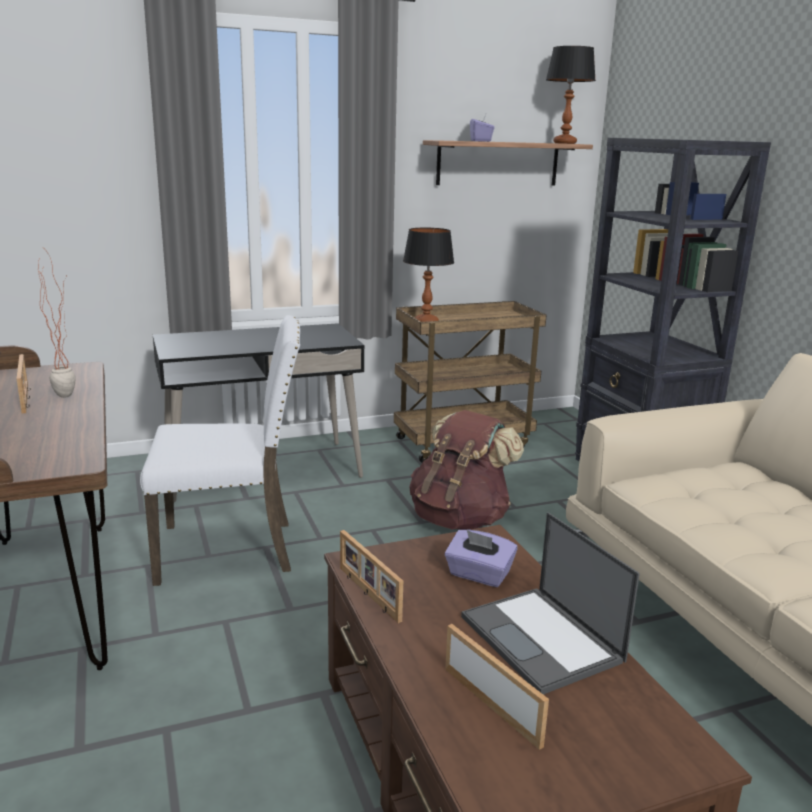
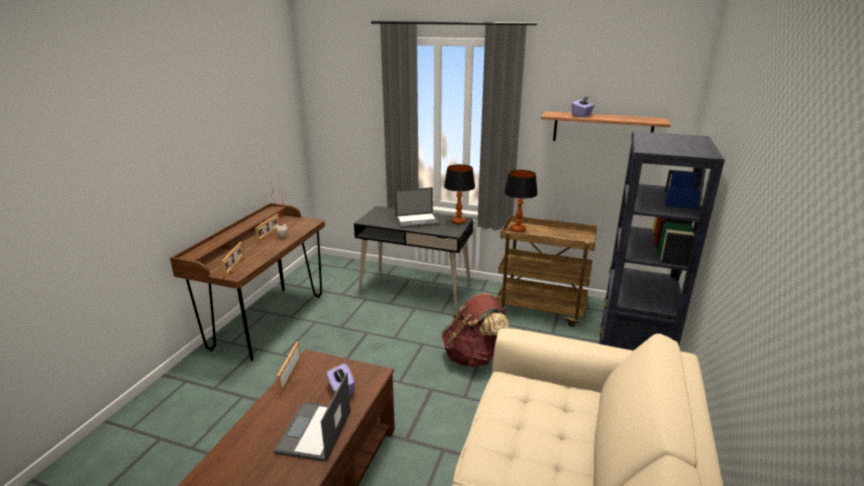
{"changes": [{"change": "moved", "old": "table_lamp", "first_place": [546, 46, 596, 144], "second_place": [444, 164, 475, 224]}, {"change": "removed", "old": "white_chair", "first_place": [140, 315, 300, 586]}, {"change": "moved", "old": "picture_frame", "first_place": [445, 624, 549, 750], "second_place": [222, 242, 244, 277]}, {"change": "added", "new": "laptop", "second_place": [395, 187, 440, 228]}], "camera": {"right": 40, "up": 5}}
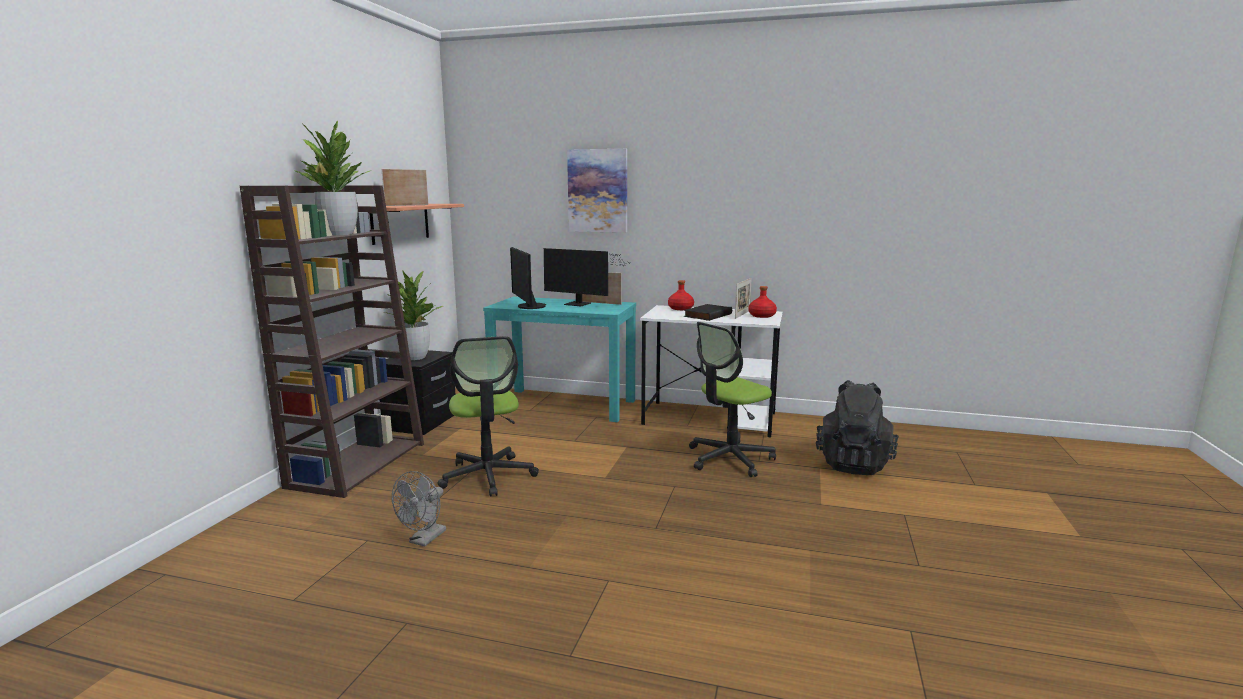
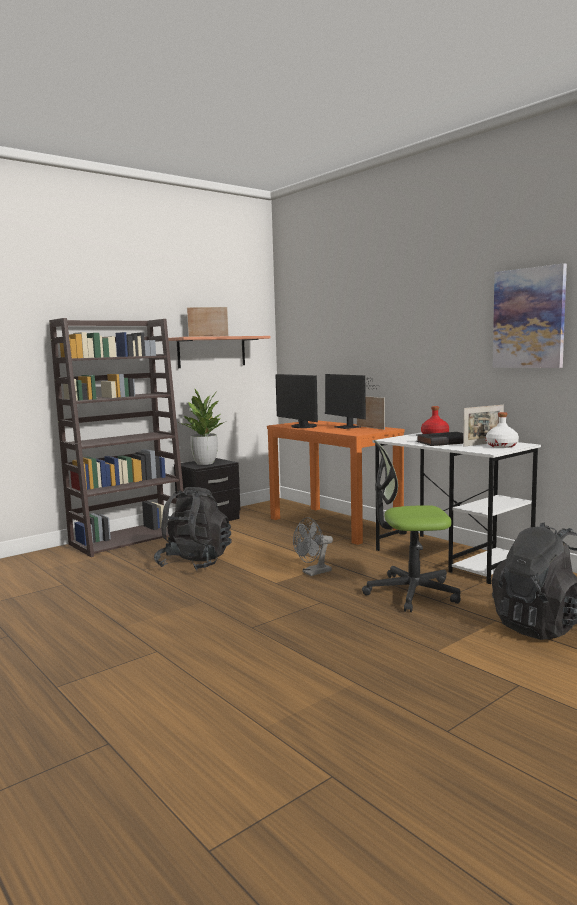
{"changes": [{"change": "removed", "old": "potted_plant", "first_place": [294, 121, 370, 235]}, {"change": "moved", "old": "picture", "first_place": [567, 149, 627, 233], "second_place": [493, 263, 567, 368]}, {"change": "turned", "old": "monitor", "first_place": [510, 247, 546, 309], "second_place": [275, 374, 318, 428], "degrees": -45}, {"change": "recoloured", "old": "red_bottle", "new": "white_bottle", "first_place": [748, 286, 777, 318], "second_place": [486, 412, 519, 448]}, {"change": "recoloured", "old": "turquoise_console_table", "new": "orange_console_table", "first_place": [483, 297, 636, 422], "second_place": [267, 420, 405, 545]}, {"change": "replaced", "old": "office_chair", "new": "black_backpack", "first_place": [437, 336, 539, 497], "second_place": [154, 487, 232, 571]}, {"change": "moved", "old": "grey_fan", "first_place": [392, 471, 446, 547], "second_place": [293, 517, 333, 576]}], "camera": {"right": 35, "up": -5}}
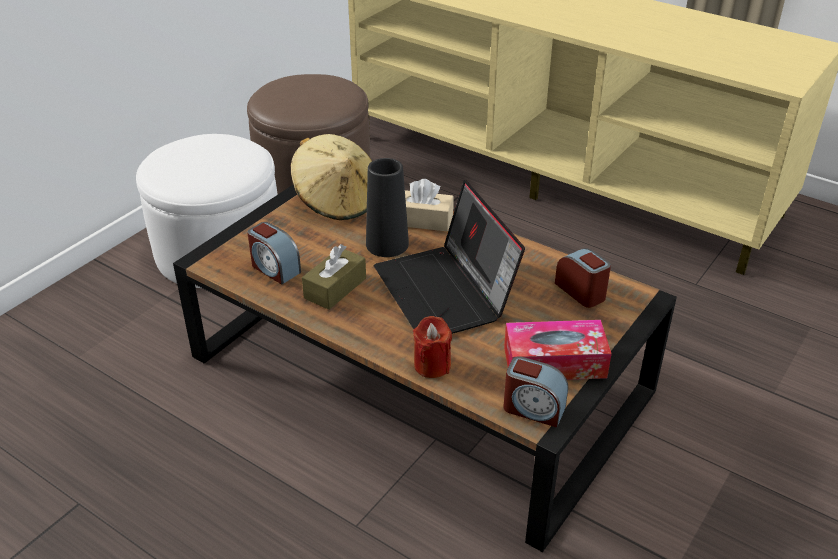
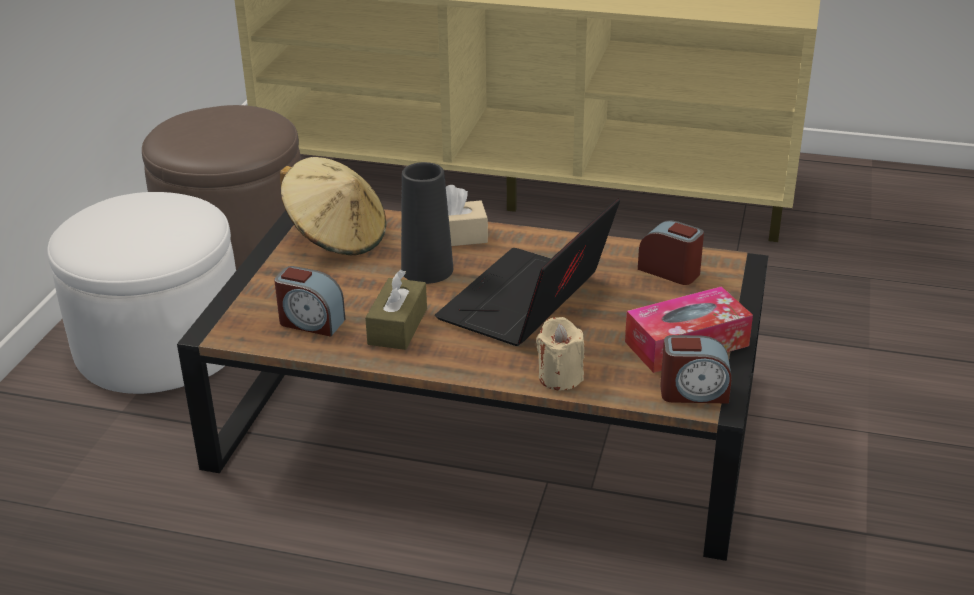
{"changes": [{"change": "turned", "old": "laptop", "first_place": [374, 180, 525, 334], "second_place": [435, 198, 620, 346], "degrees": 75}, {"change": "recoloured", "old": "red_candle", "new": "beige_candle", "first_place": [413, 316, 452, 378], "second_place": [536, 317, 584, 391]}], "camera": {"right": -20, "up": -5}}
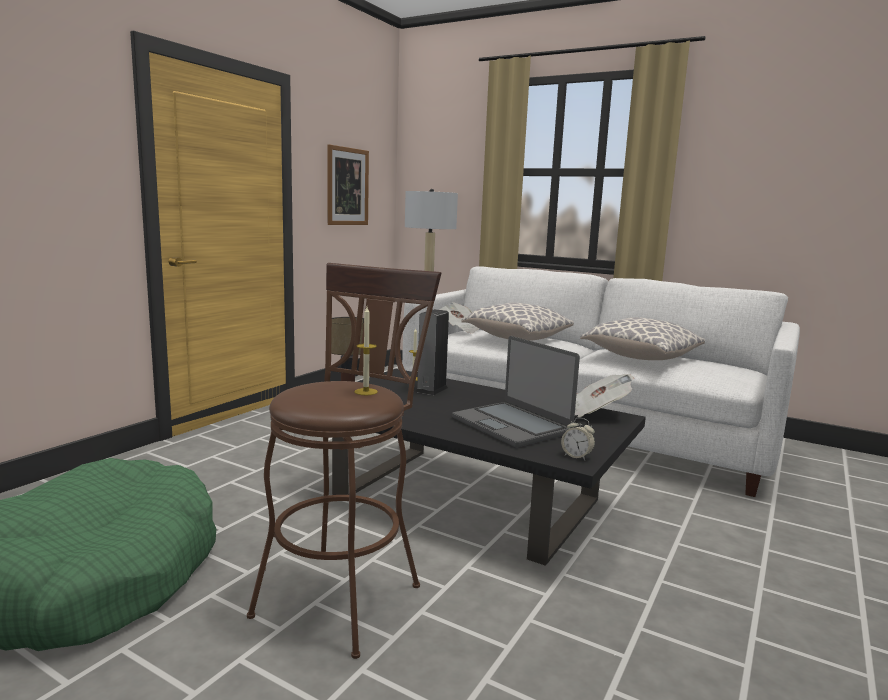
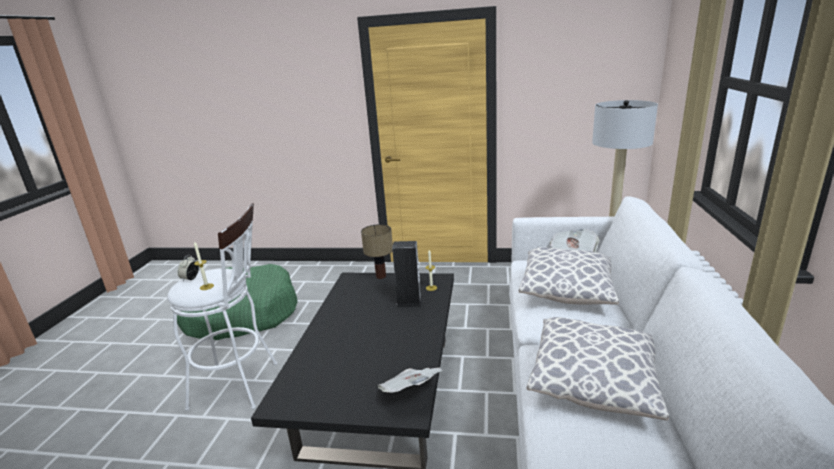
{"changes": [{"change": "removed", "old": "picture", "first_place": [327, 145, 369, 225]}, {"change": "recoloured", "old": "brown_stool", "new": "white_stool", "first_place": [247, 263, 441, 659], "second_place": [167, 203, 278, 411]}, {"change": "removed", "old": "laptop", "first_place": [452, 336, 580, 447]}, {"change": "moved", "old": "alarm_clock", "first_place": [561, 418, 595, 460], "second_place": [177, 255, 199, 281]}], "camera": {"right": 70, "up": 10}}
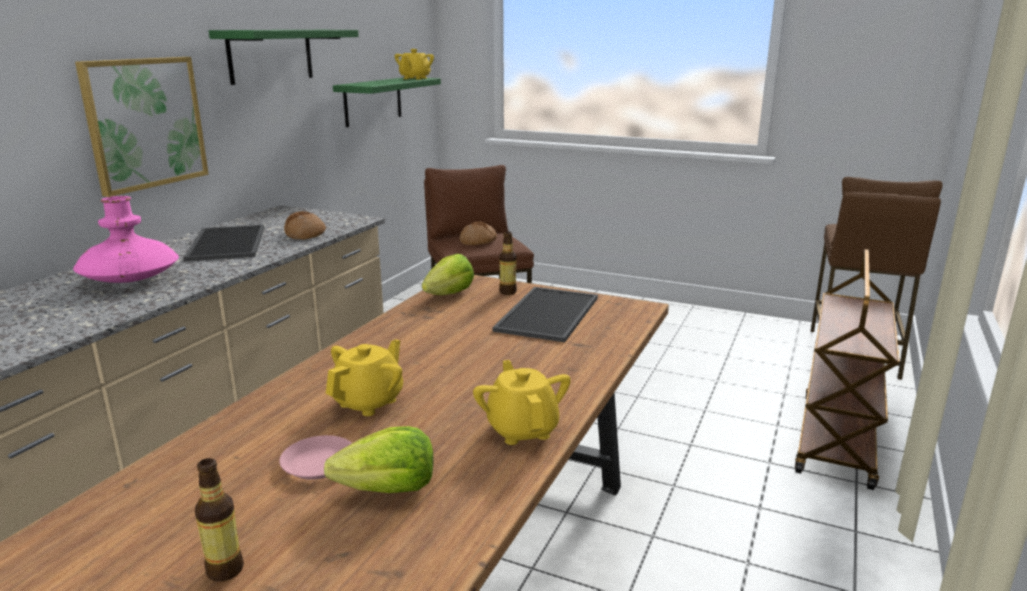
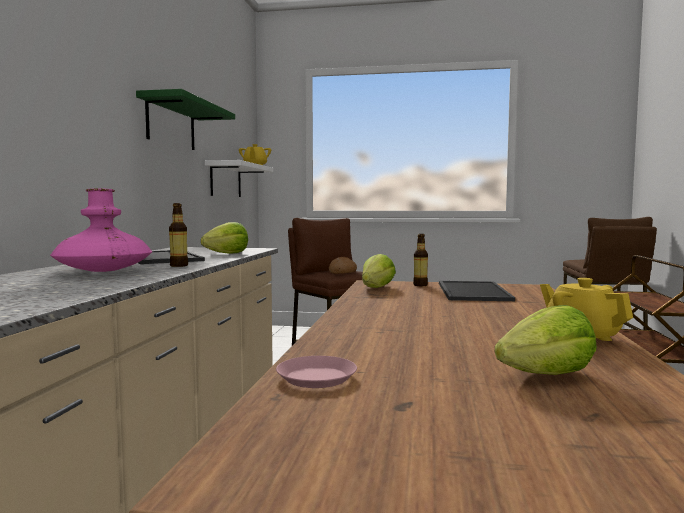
{"changes": [{"change": "removed", "old": "picture", "first_place": [75, 57, 209, 197]}, {"change": "recoloured", "old": "green_shelf", "new": "white_shelf", "first_place": [333, 78, 441, 127], "second_place": [205, 160, 273, 197]}, {"change": "replaced", "old": "bread", "new": "lettuce", "first_place": [284, 211, 326, 240], "second_place": [201, 222, 248, 253]}, {"change": "removed", "old": "yellow_teapot", "first_place": [326, 339, 403, 416]}, {"change": "moved", "old": "pink_plate", "first_place": [279, 435, 352, 480], "second_place": [276, 356, 357, 388]}, {"change": "moved", "old": "bottle", "first_place": [195, 458, 244, 582], "second_place": [169, 203, 188, 267]}], "camera": {"right": -15, "up": -15}}
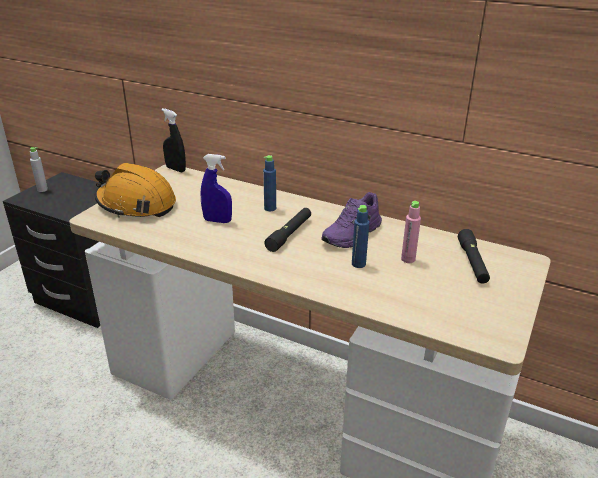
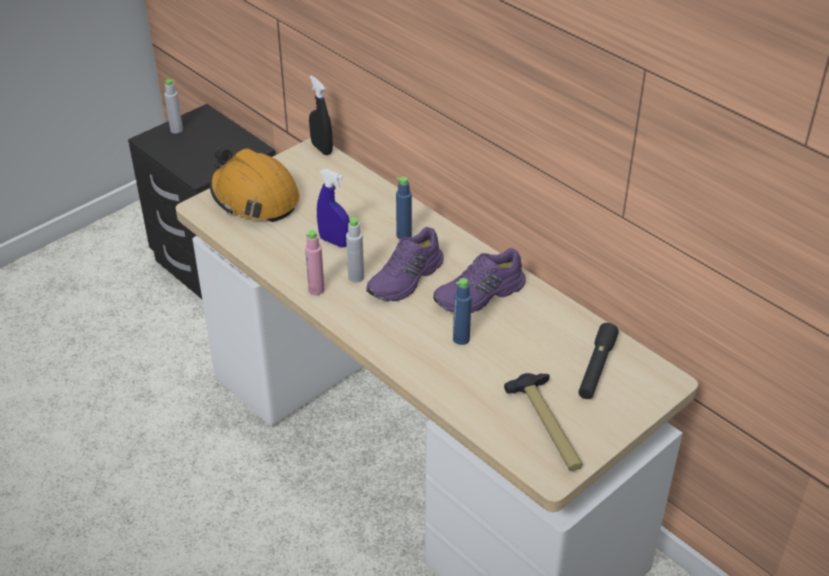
{"changes": [{"change": "moved", "old": "pink_bottle", "first_place": [401, 201, 421, 263], "second_place": [305, 230, 325, 295]}, {"change": "replaced", "old": "black_flashlight", "new": "purple_shoe", "first_place": [264, 208, 311, 252], "second_place": [366, 227, 444, 301]}, {"change": "added", "new": "grey_bottle", "second_place": [346, 216, 364, 283]}, {"change": "added", "new": "hammer", "second_place": [504, 373, 583, 471]}], "camera": {"right": 20, "up": 10}}
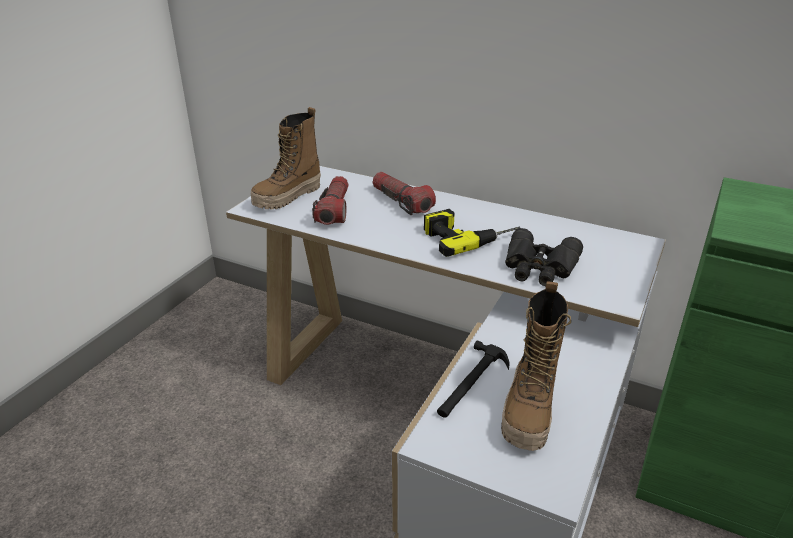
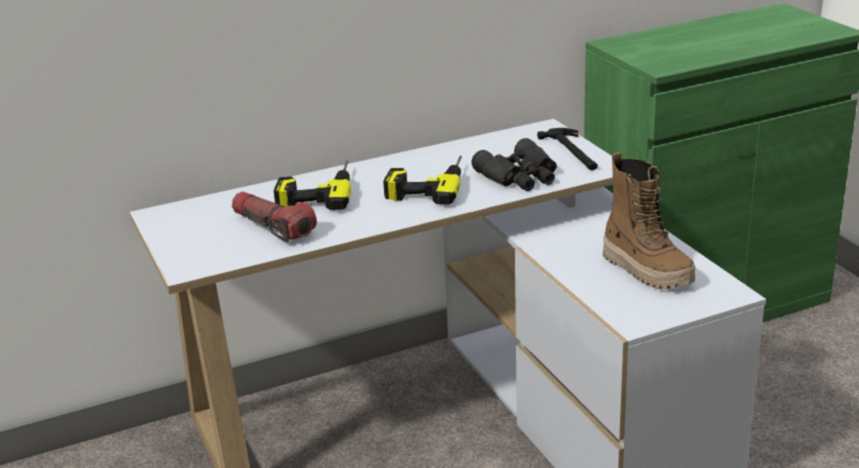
{"changes": [{"change": "removed", "old": "boot", "first_place": [251, 107, 321, 210]}, {"change": "replaced", "old": "flashlight", "new": "power_drill", "first_place": [372, 172, 436, 215], "second_place": [274, 161, 351, 210]}, {"change": "moved", "old": "hammer", "first_place": [437, 340, 510, 417], "second_place": [537, 128, 598, 170]}], "camera": {"right": -50, "up": -5}}
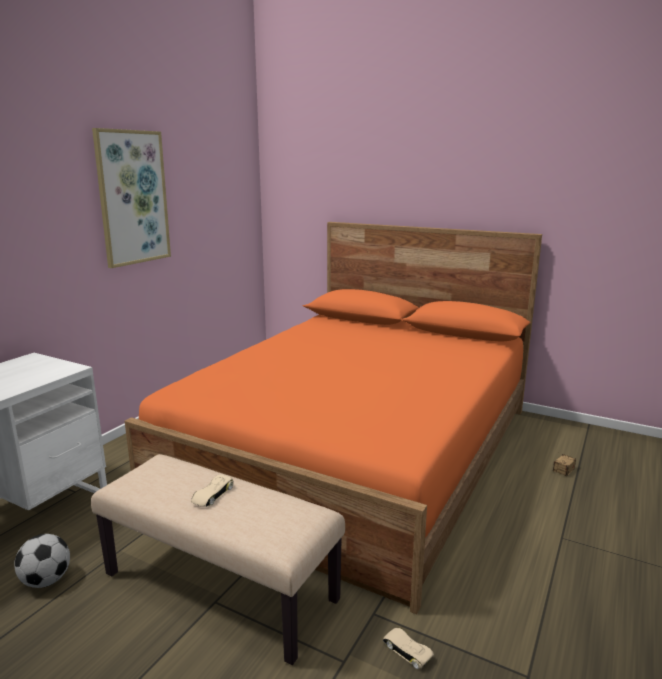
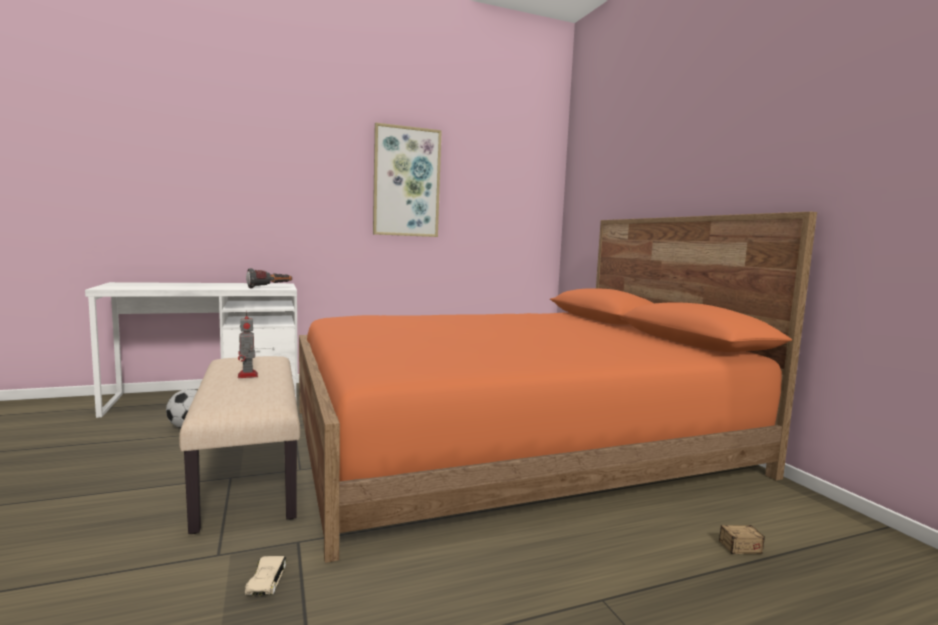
{"changes": [{"change": "replaced", "old": "beige_toy_car", "new": "toy_robot", "first_place": [191, 475, 234, 507], "second_place": [238, 311, 258, 378]}, {"change": "added", "new": "flashlight", "second_place": [246, 268, 292, 288]}], "camera": {"right": 40, "up": -10}}
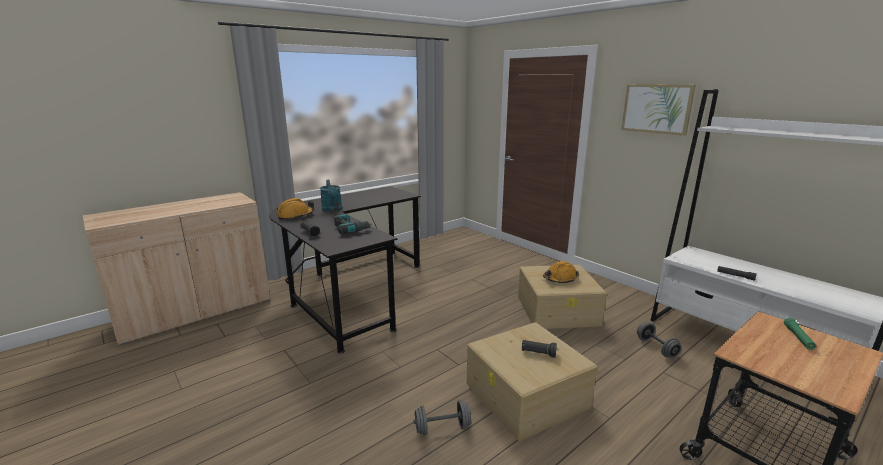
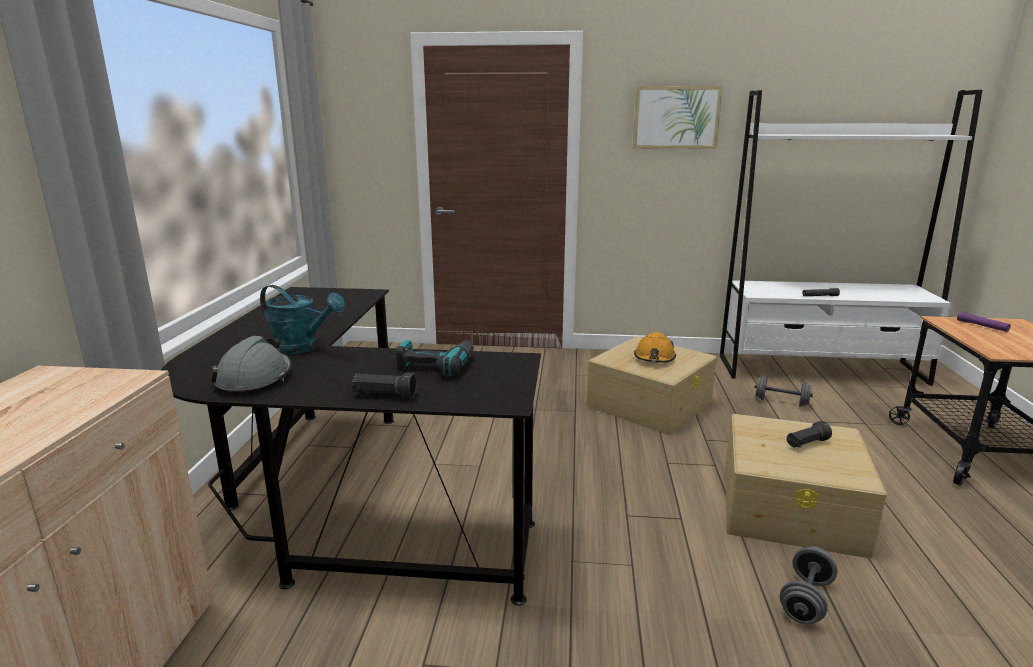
{"changes": [{"change": "recoloured", "old": "orange_hard_hat", "new": "grey_hard_hat", "first_place": [276, 198, 314, 220], "second_place": [211, 336, 292, 396]}, {"change": "recoloured", "old": "green_flashlight", "new": "purple_flashlight", "first_place": [784, 318, 816, 350], "second_place": [957, 311, 1011, 332]}], "camera": {"right": -45, "up": 0}}
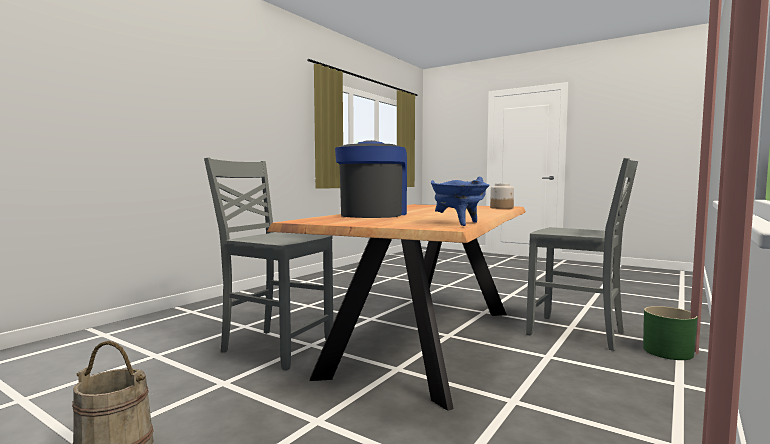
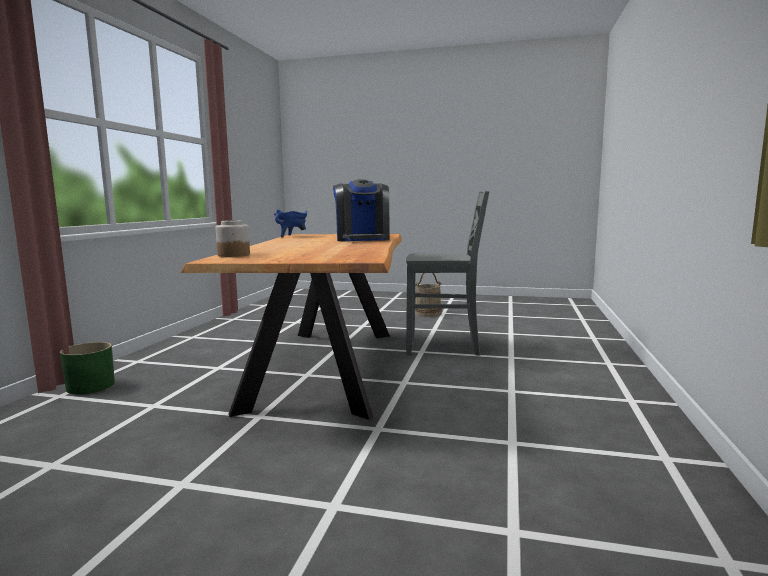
{"changes": [{"change": "removed", "old": "grey_chair", "first_place": [526, 158, 638, 351]}], "camera": {"right": 160, "up": 5}}
